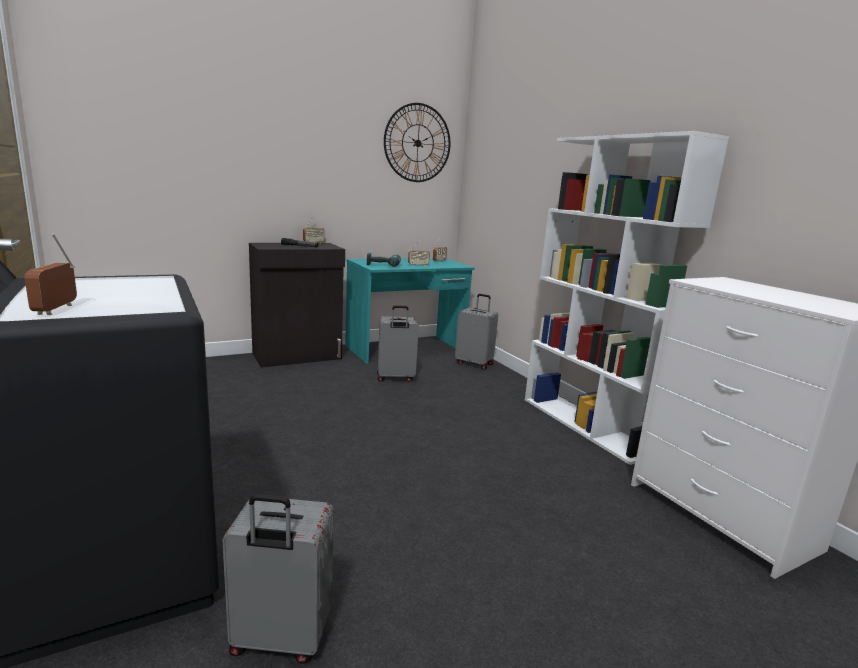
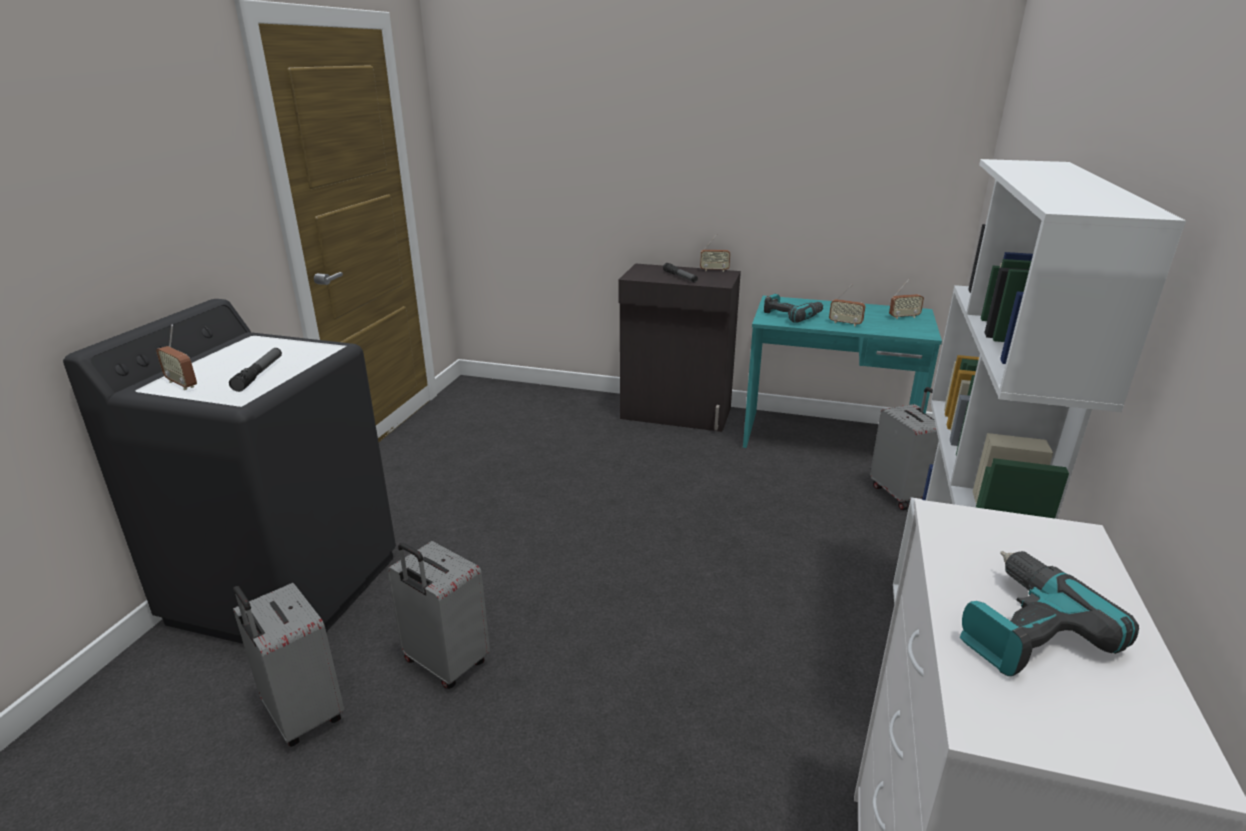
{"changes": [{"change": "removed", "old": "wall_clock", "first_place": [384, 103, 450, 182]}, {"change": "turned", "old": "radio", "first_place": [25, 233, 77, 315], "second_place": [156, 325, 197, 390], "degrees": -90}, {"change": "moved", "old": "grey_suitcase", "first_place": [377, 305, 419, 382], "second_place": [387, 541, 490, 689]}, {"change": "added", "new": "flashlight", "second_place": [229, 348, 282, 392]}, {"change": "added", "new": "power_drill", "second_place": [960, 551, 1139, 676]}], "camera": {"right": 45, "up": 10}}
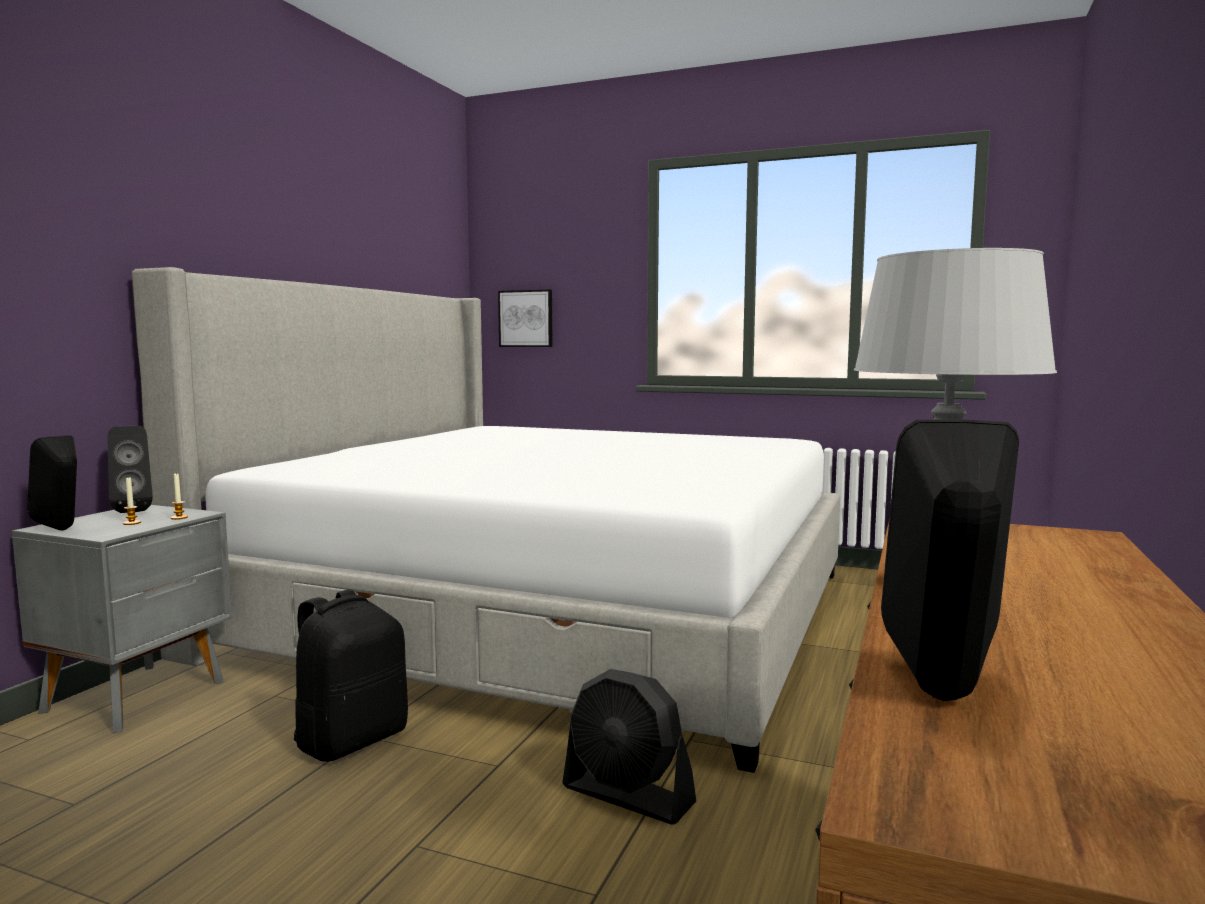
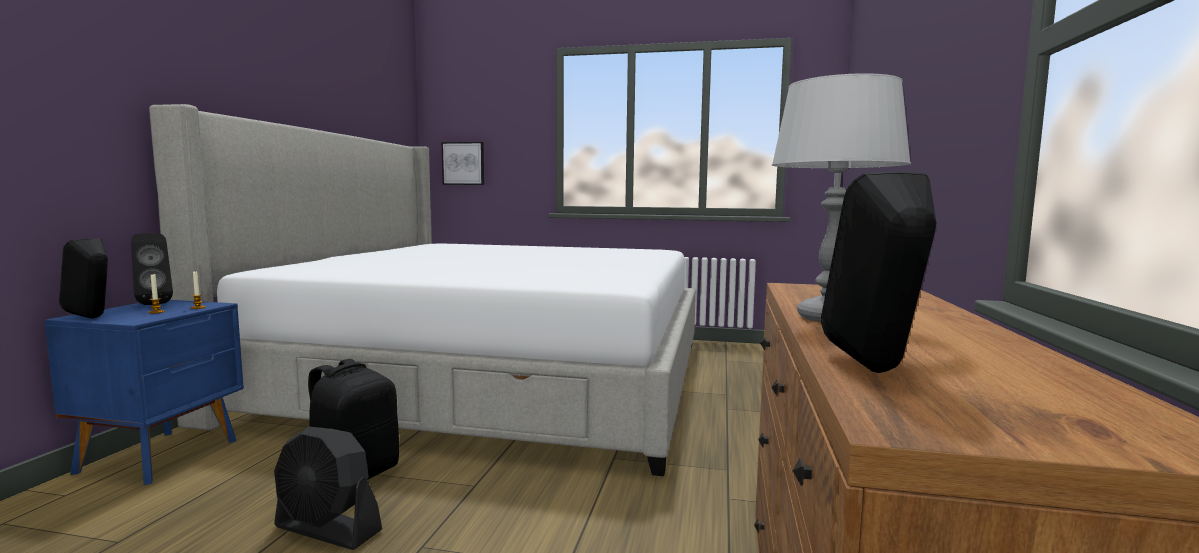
{"changes": [{"change": "recoloured", "old": "grey_nightstand", "new": "blue_nightstand", "first_place": [12, 505, 232, 733], "second_place": [45, 300, 244, 485]}, {"change": "moved", "old": "black_fan", "first_place": [562, 669, 696, 825], "second_place": [274, 427, 382, 550]}], "camera": {"right": -10, "up": 0}}
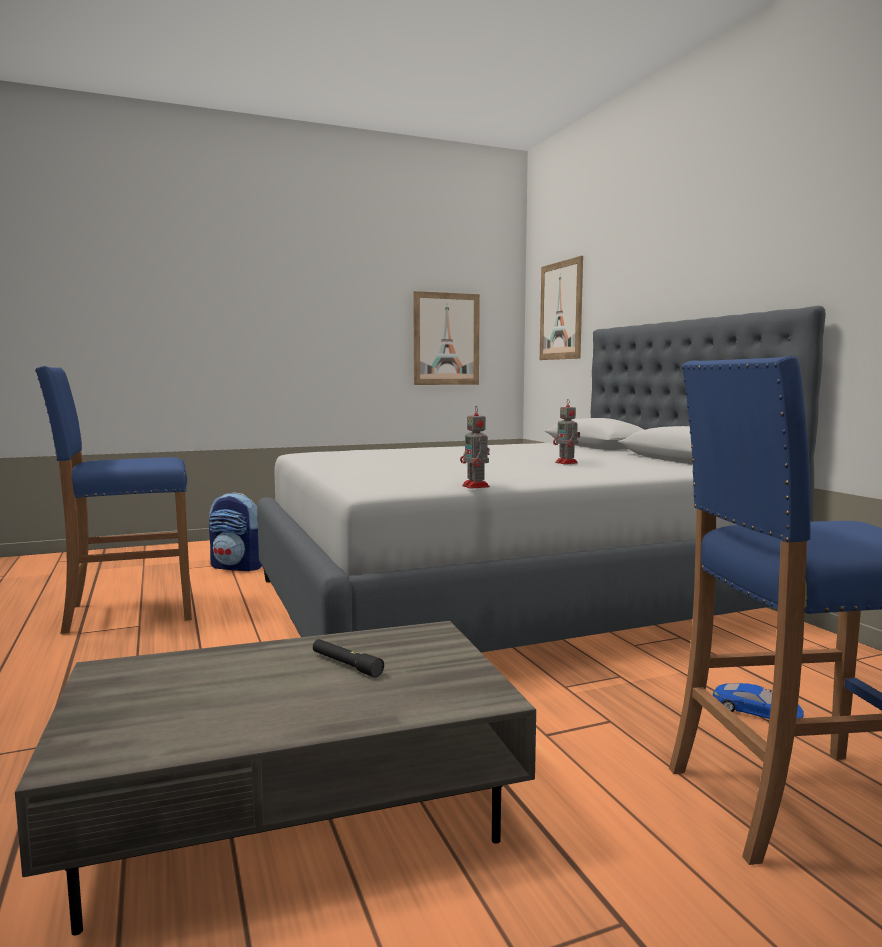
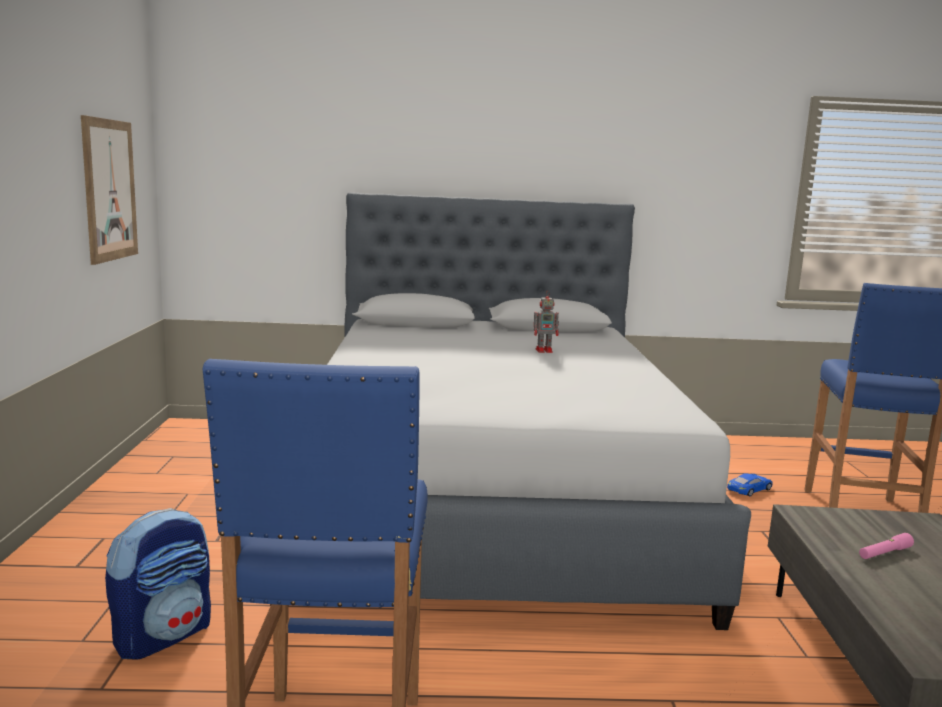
{"changes": [{"change": "removed", "old": "picture", "first_place": [540, 256, 583, 360]}, {"change": "removed", "old": "toy_robot", "first_place": [460, 407, 490, 489]}, {"change": "recoloured", "old": "black_flashlight", "new": "pink_flashlight", "first_place": [313, 639, 384, 678], "second_place": [859, 533, 914, 559]}], "camera": {"right": -70, "up": 5}}
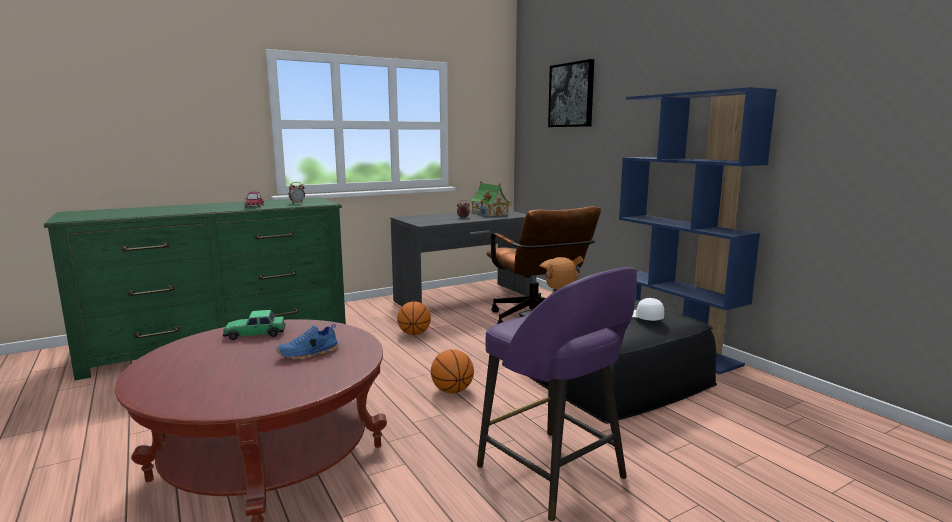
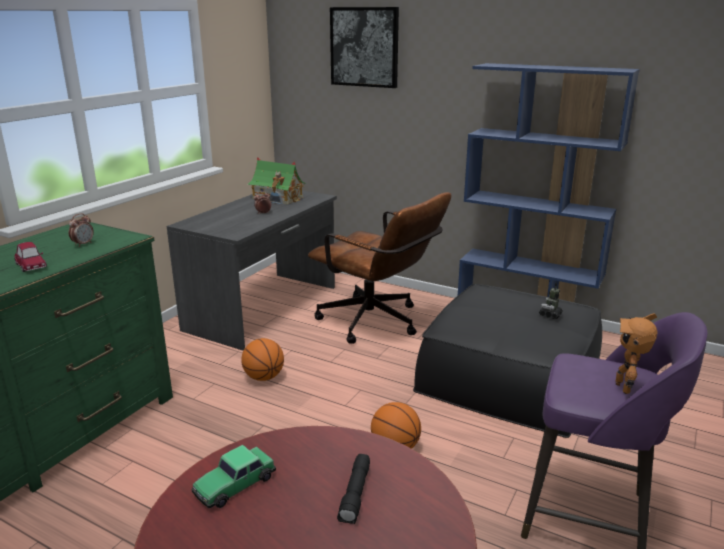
{"changes": [{"change": "replaced", "old": "white_cap", "new": "toy_robot", "first_place": [632, 298, 664, 321], "second_place": [539, 283, 563, 319]}, {"change": "replaced", "old": "blue_shoe", "new": "black_flashlight", "first_place": [277, 324, 339, 360], "second_place": [337, 454, 370, 524]}], "camera": {"right": -30, "up": 10}}
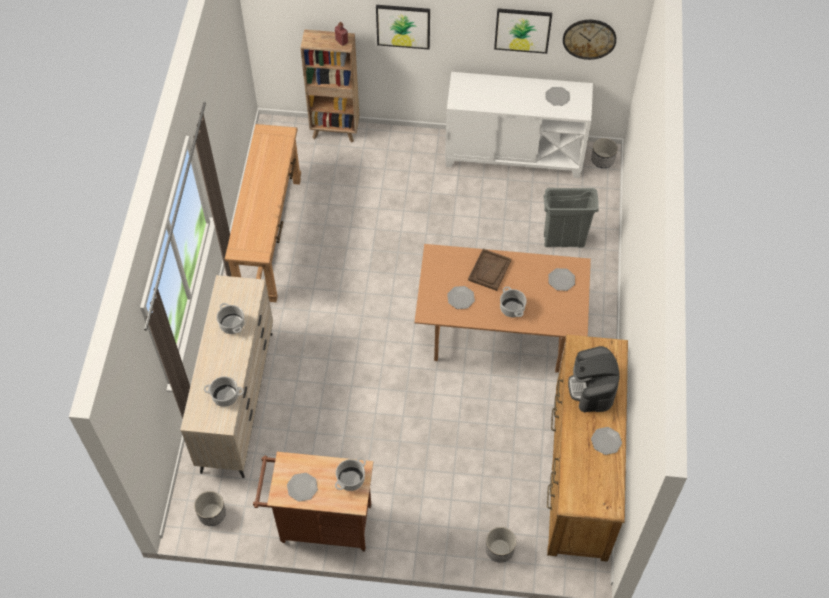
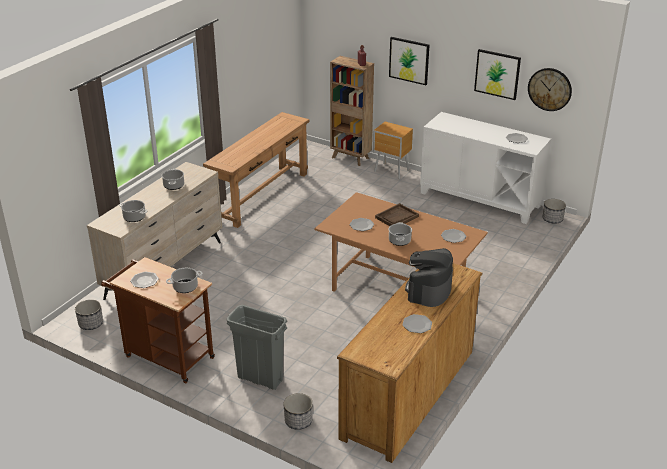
{"changes": [{"change": "moved", "old": "grey_trash_can", "first_place": [544, 188, 599, 247], "second_place": [227, 305, 287, 390]}, {"change": "added", "new": "brown_nightstand", "second_place": [373, 122, 413, 179]}], "camera": {"right": 25, "up": -25}}
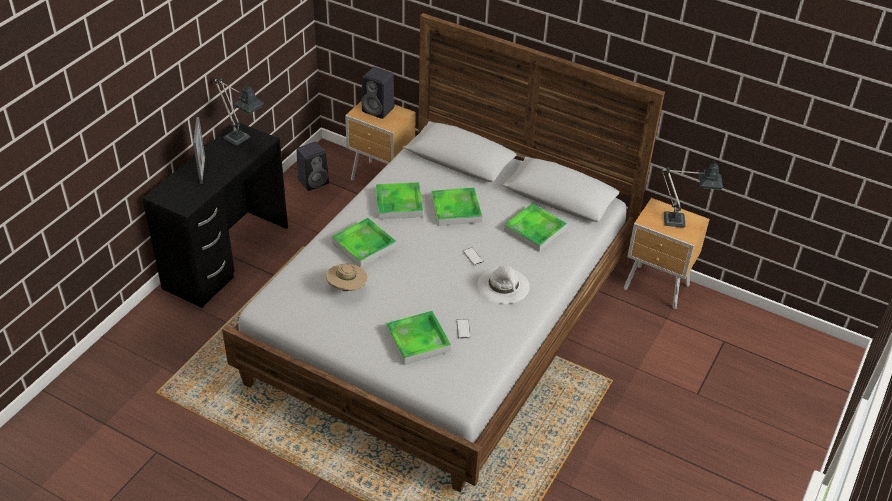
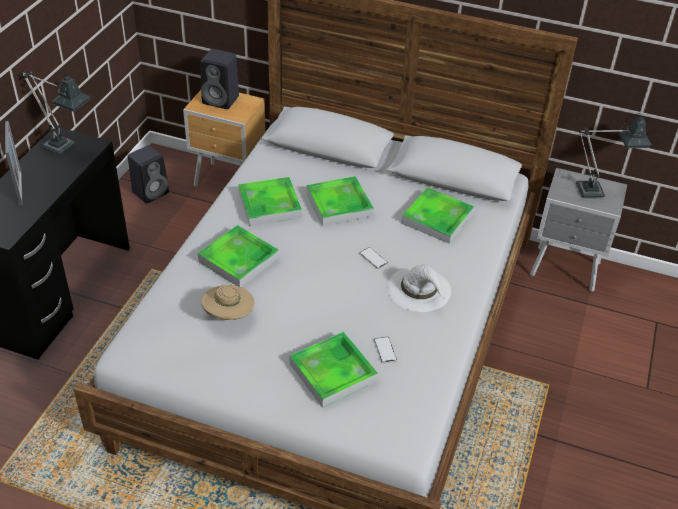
{"changes": [{"change": "recoloured", "old": "brown_nightstand", "new": "grey_nightstand", "first_place": [624, 198, 710, 309], "second_place": [530, 168, 627, 292]}], "camera": {"right": -10, "up": 0}}
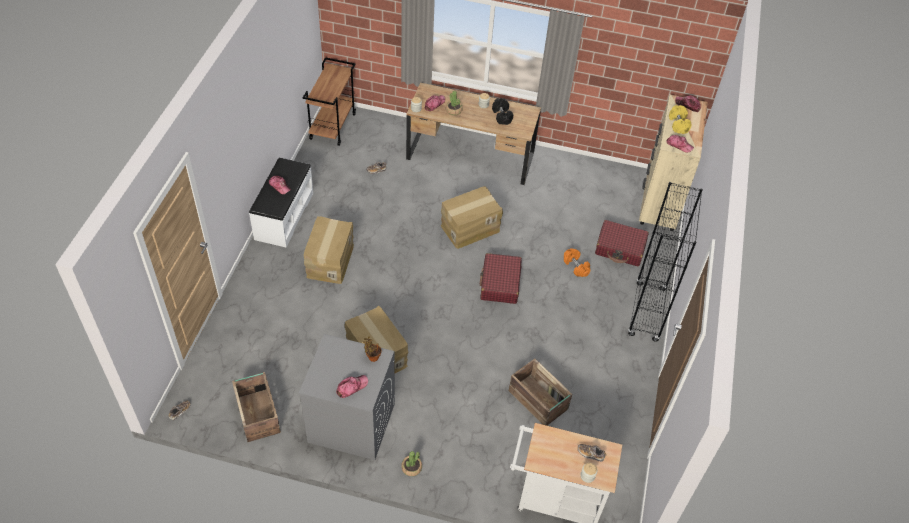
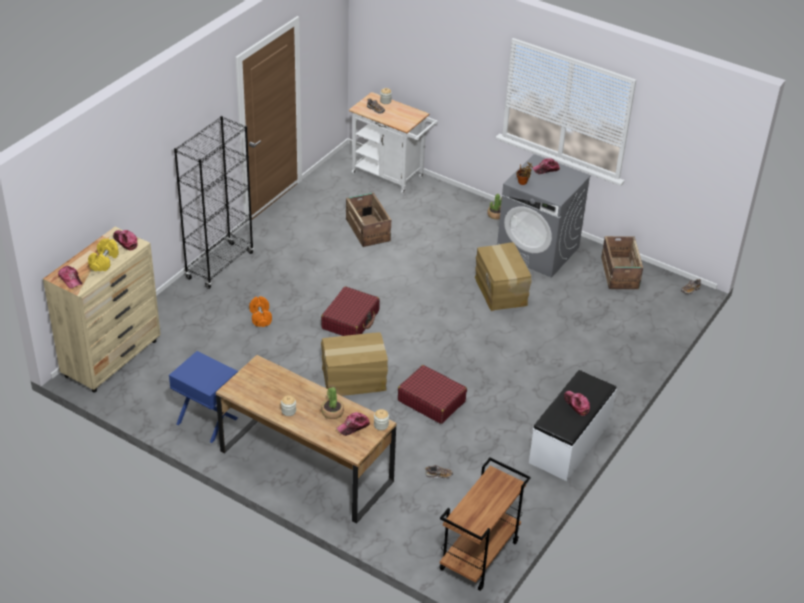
{"changes": [{"change": "removed", "old": "black_dumbbell", "first_place": [492, 98, 513, 125]}, {"change": "removed", "old": "cardboard_box", "first_place": [304, 216, 354, 284]}, {"change": "moved", "old": "red_suitcase", "first_place": [595, 220, 649, 266], "second_place": [398, 365, 467, 424]}, {"change": "added", "new": "blue_nightstand", "second_place": [169, 351, 238, 443]}], "camera": {"right": -160, "up": -10}}
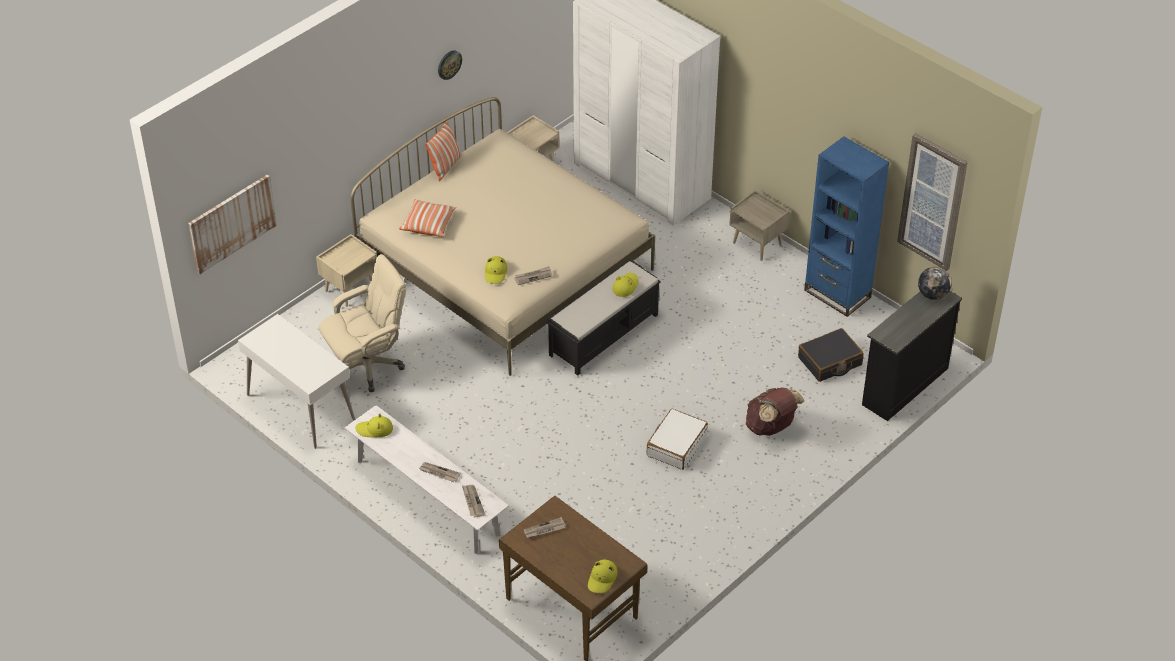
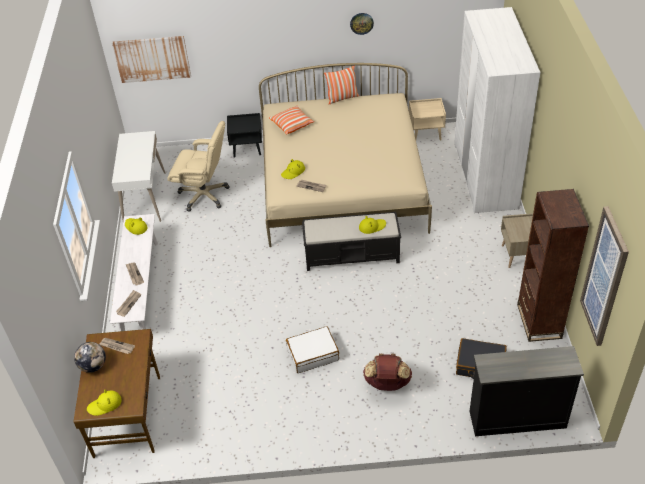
{"changes": [{"change": "recoloured", "old": "blue_bookcase", "new": "brown_bookcase", "first_place": [804, 136, 890, 317], "second_place": [517, 189, 589, 342]}, {"change": "recoloured", "old": "beige_nightstand", "new": "black_nightstand", "first_place": [316, 234, 377, 307], "second_place": [227, 113, 262, 158]}, {"change": "moved", "old": "globe", "first_place": [918, 267, 951, 300], "second_place": [74, 342, 106, 373]}], "camera": {"right": 45, "up": 0}}
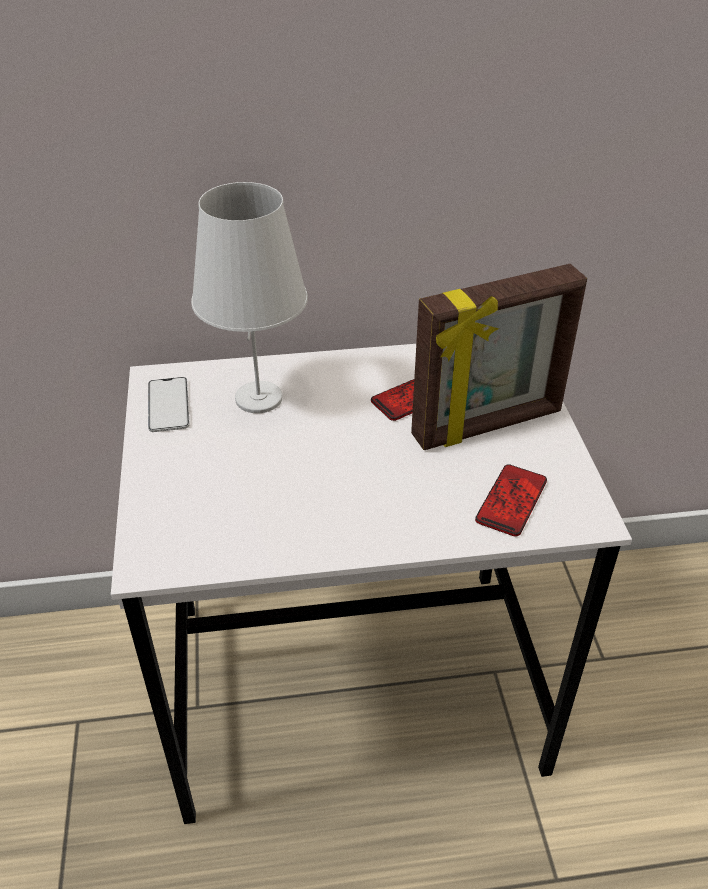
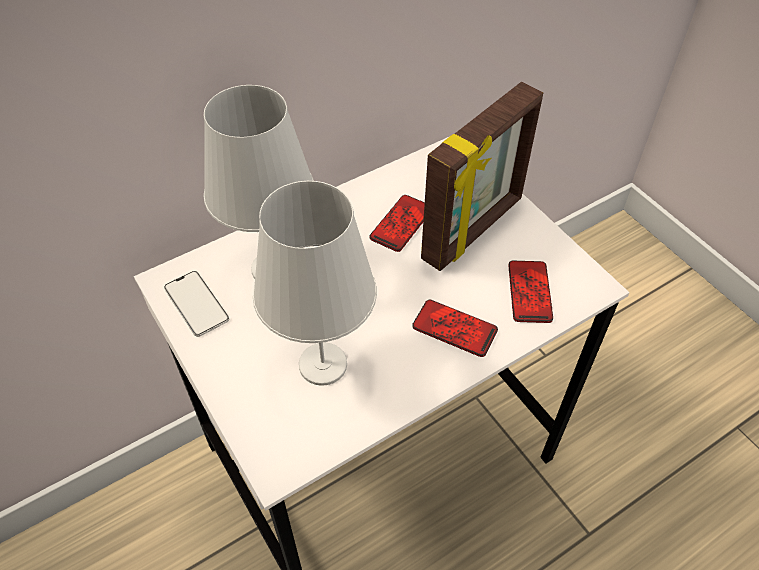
{"changes": [{"change": "added", "new": "white_table_lamp", "second_place": [253, 181, 377, 386]}, {"change": "added", "new": "phone", "second_place": [412, 300, 498, 357]}], "camera": {"right": -25, "up": 10}}
